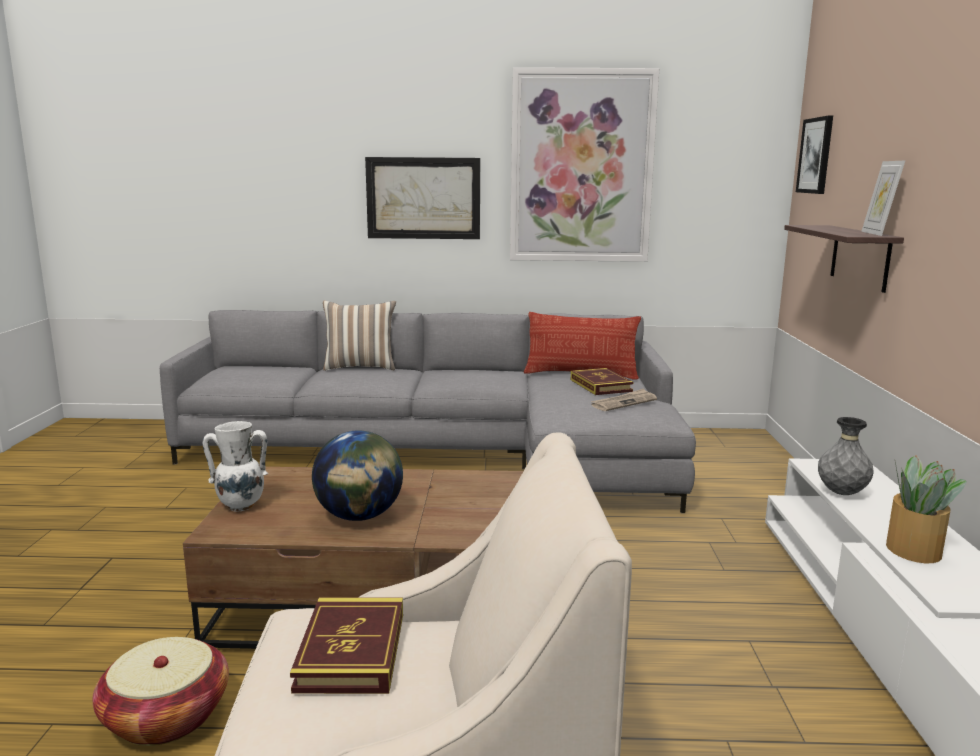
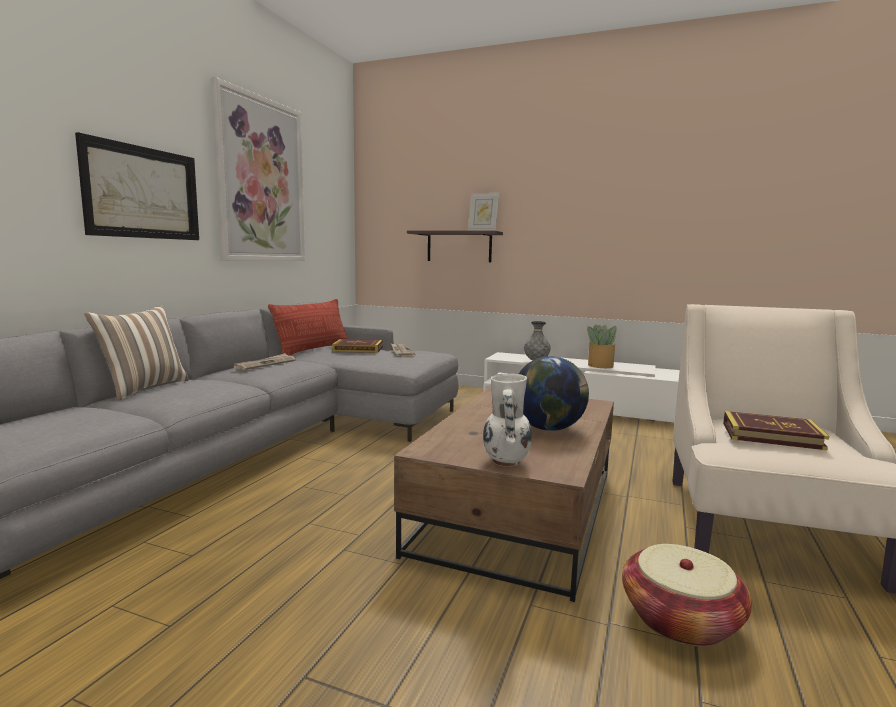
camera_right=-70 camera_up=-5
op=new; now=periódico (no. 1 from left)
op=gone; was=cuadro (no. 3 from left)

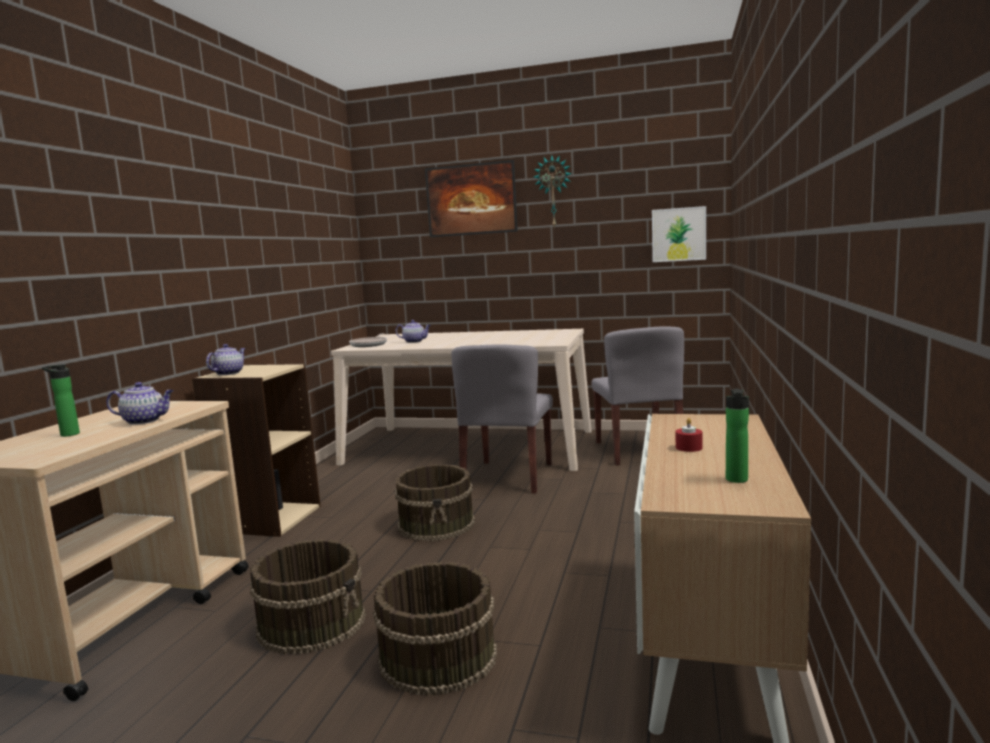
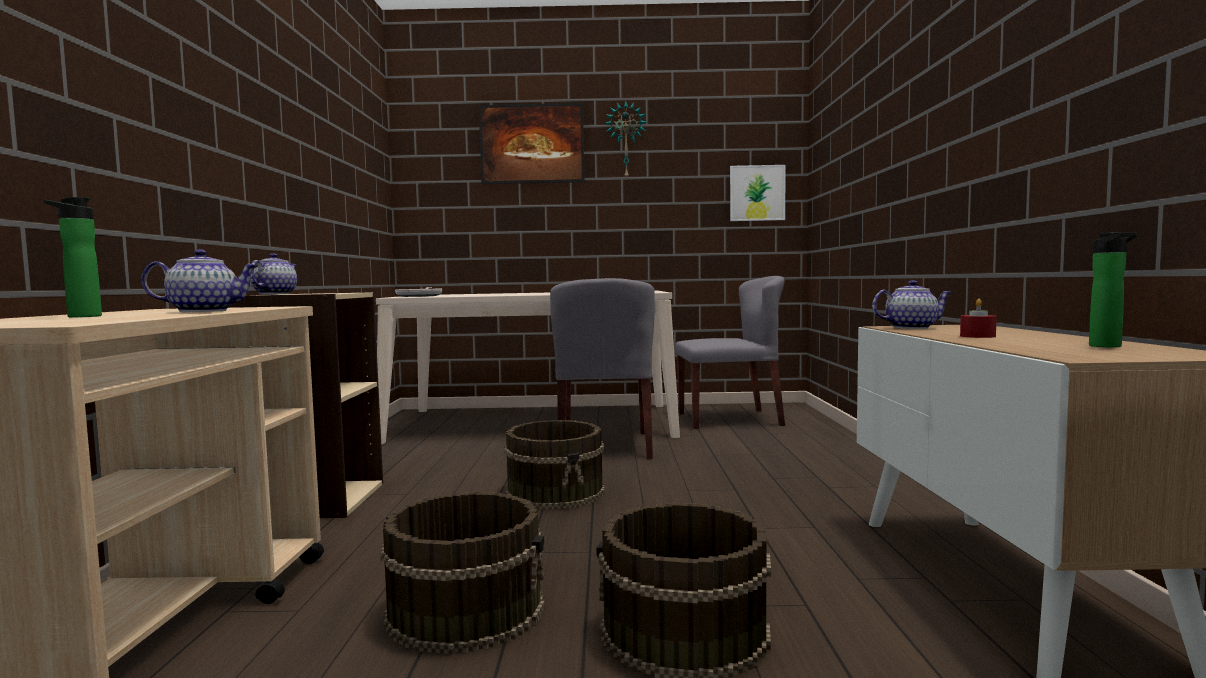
camera_right=-15 camera_up=-5
op=rotated; was=silla/gris (no. 2 from left); clockwise=-75
op=shifted; was=tetera (no. 3 from left)

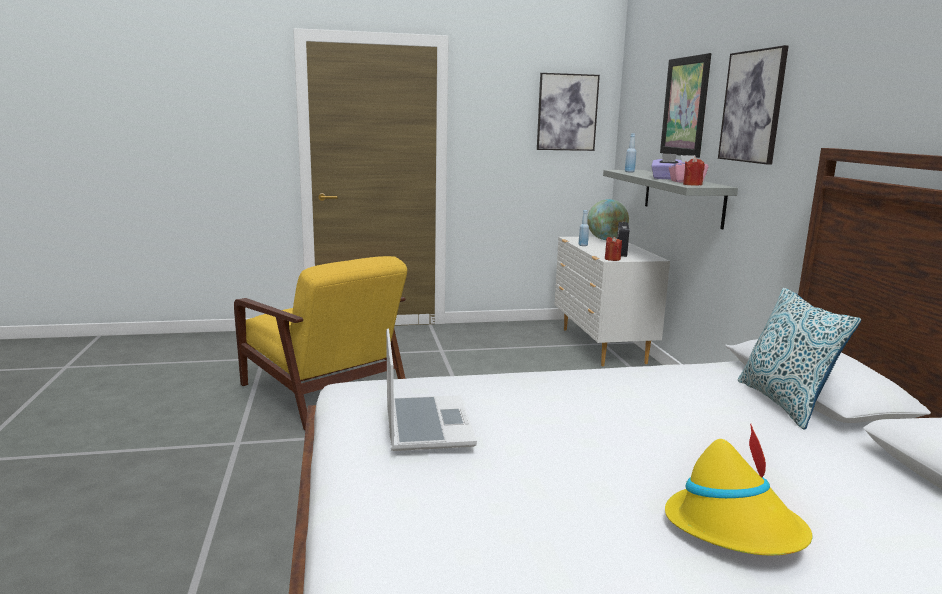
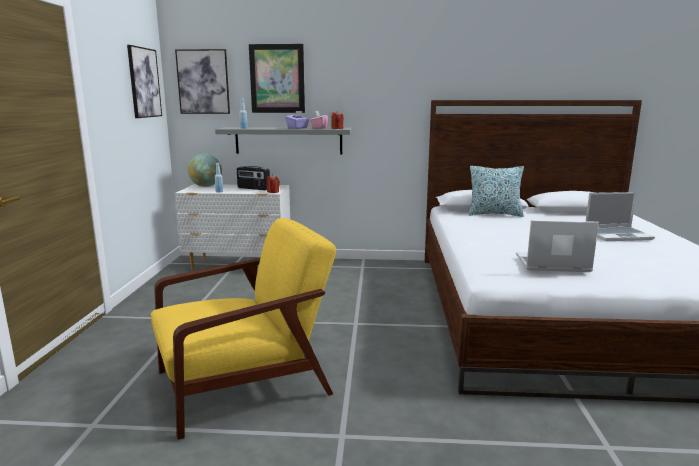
camera_right=-75 camera_up=0
op=shifted; was=cuadro (no. 3 from left in the first image); now=cuadro (no. 2 from left)
op=swapped; was=sombrero/amarillo; now=portátil (no. 2 from left)

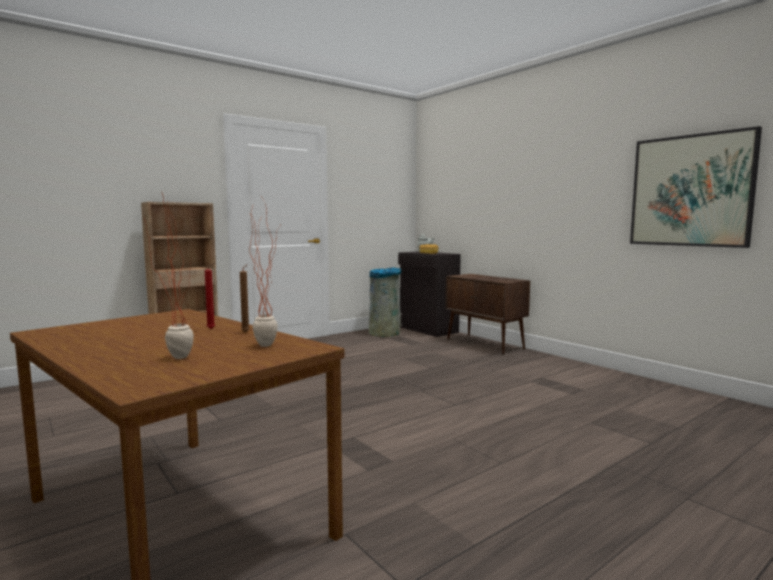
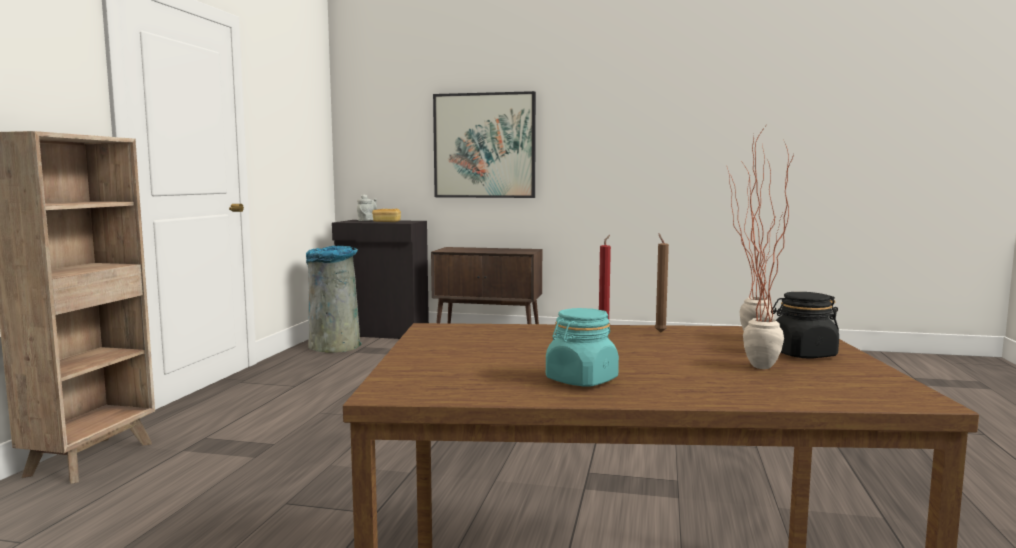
camera_right=-40 camera_up=0
op=shifted; was=cuadro
op=new; now=tarro/turquesa
op=new; now=tarro/negro

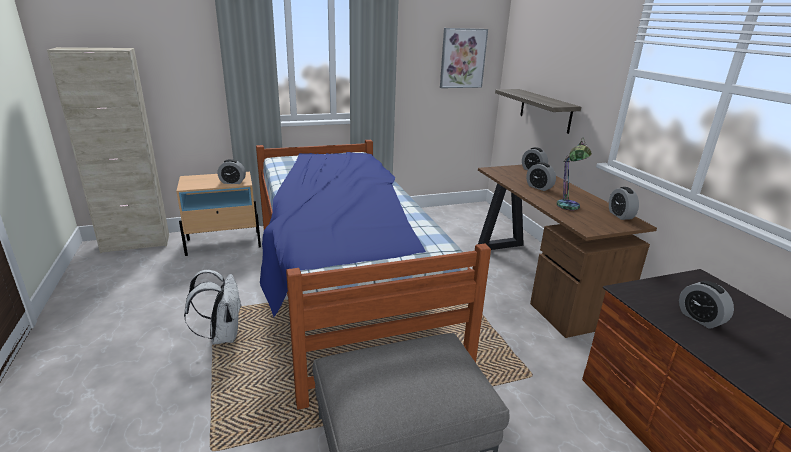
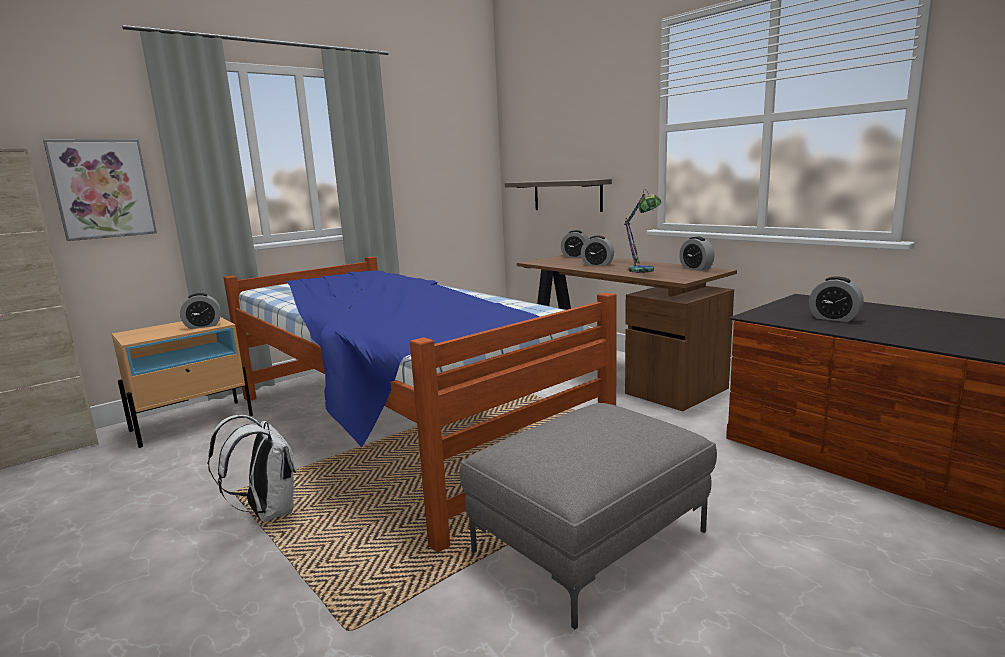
camera_right=-20 camera_up=-10
op=shifted; was=cuadro

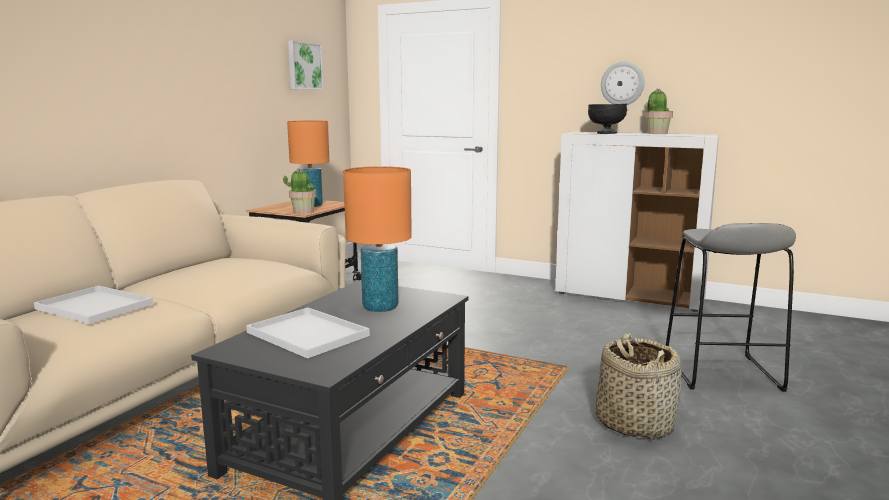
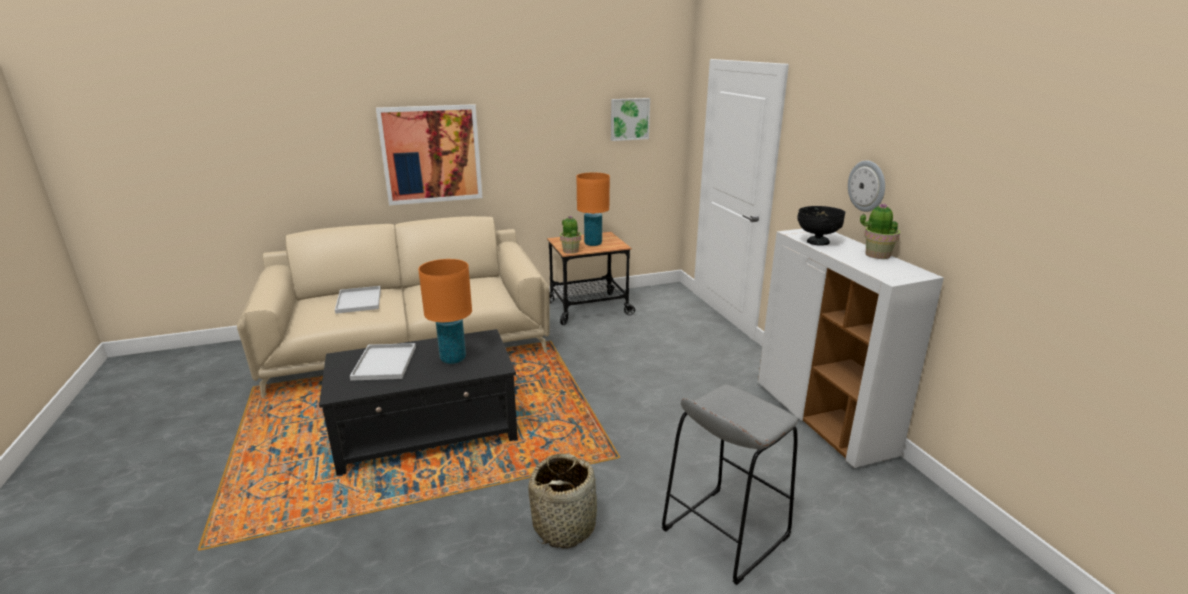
camera_right=45 camera_up=10
op=new; now=cuadro (no. 1 from left)

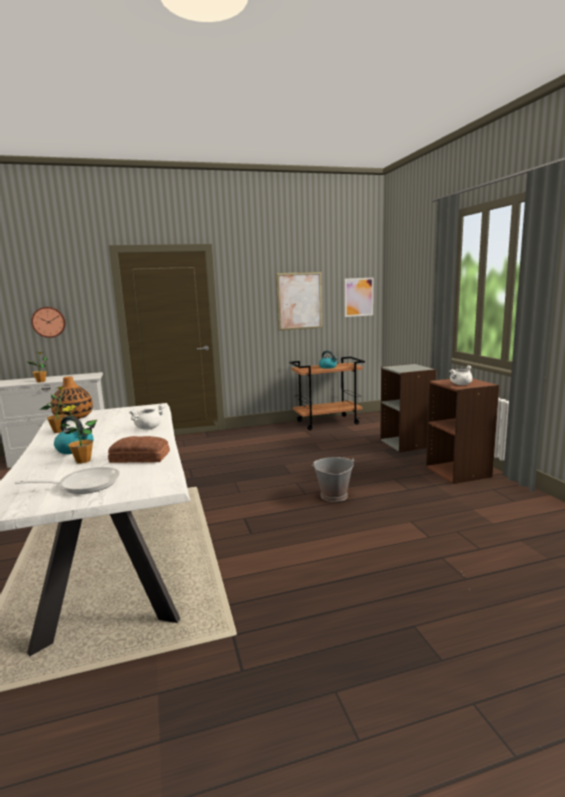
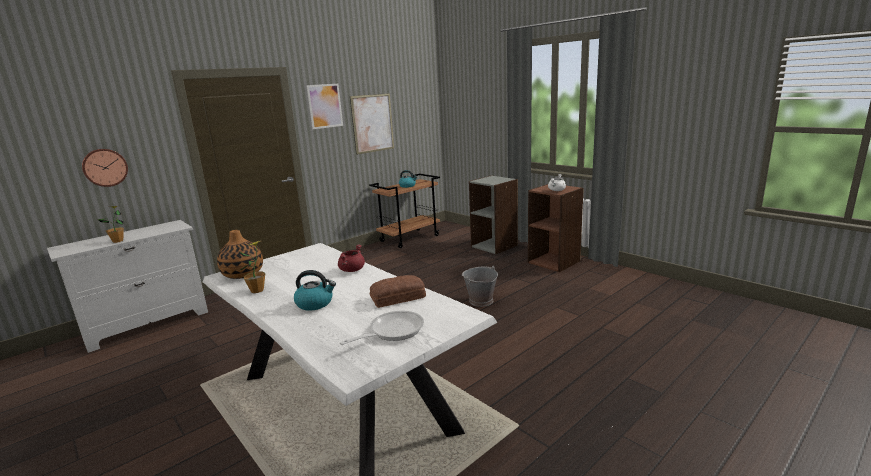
camera_right=-25 camera_up=5
op=shifted; was=cuadro (no. 2 from left in the first image); now=cuadro (no. 1 from left)
op=repainted; was=olla/blanco (no. 1 from left); now=olla/rojo
op=gone; was=planta en maceta (no. 3 from left)

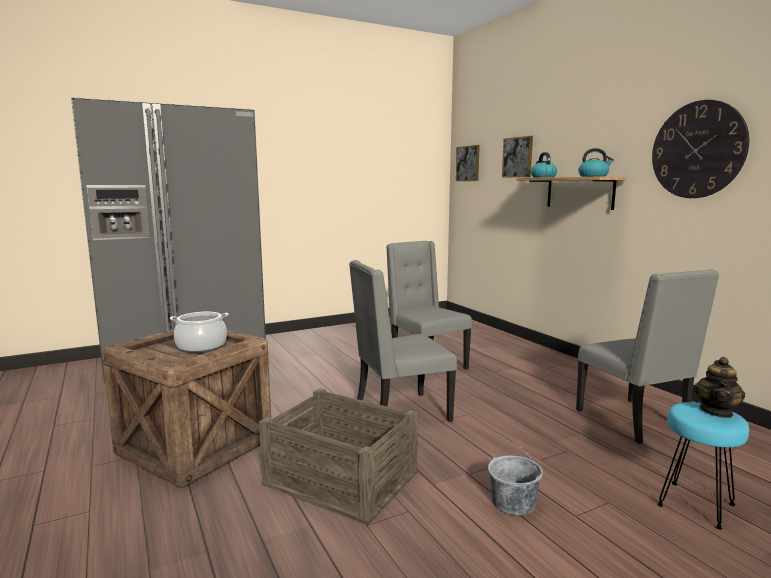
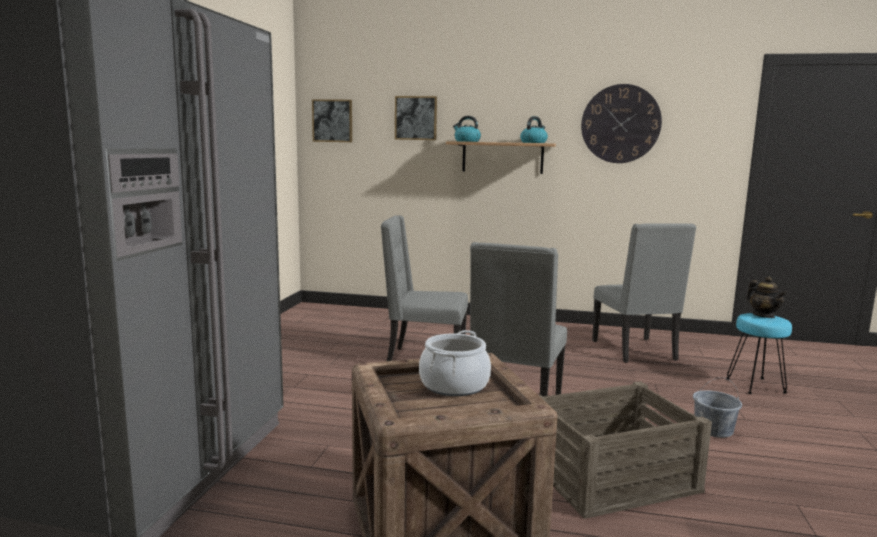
camera_right=-50 camera_up=0
op=rotated; was=silla/gris (no. 3 from left); clockwise=60

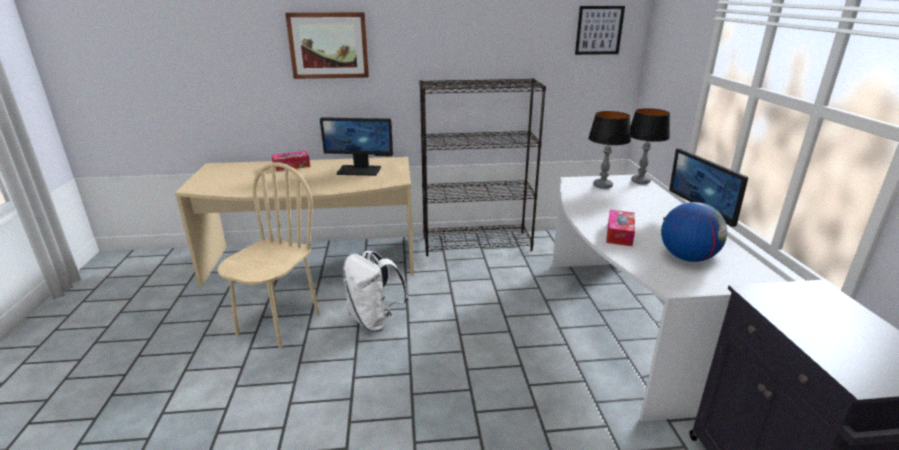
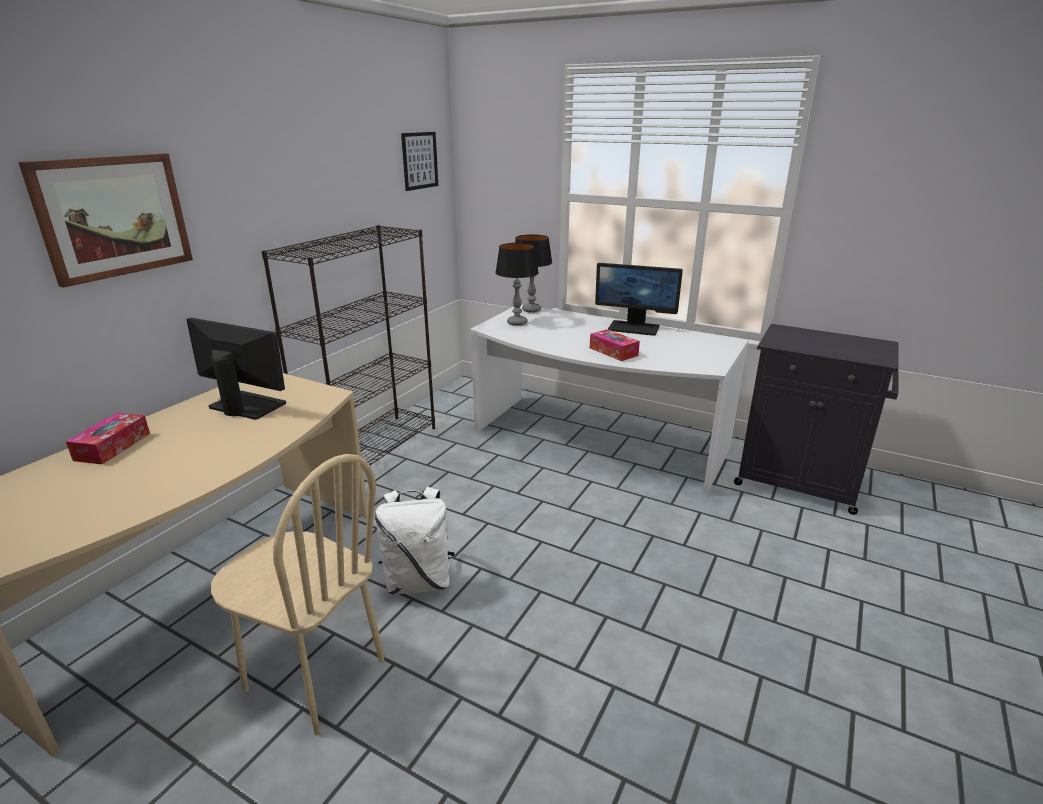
camera_right=-55 camera_up=0
op=rotated; was=monitor (no. 1 from left); clockwise=-105
op=rotated; was=silla/beis; clockwise=150
op=gone; was=globo terráqueo

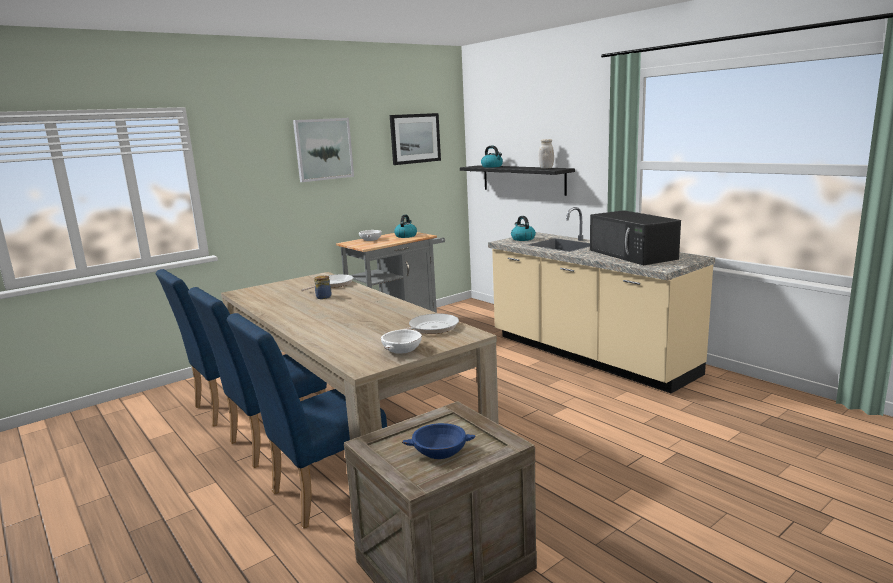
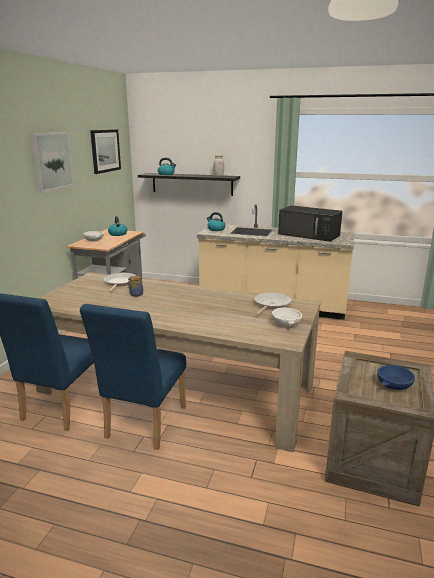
camera_right=-35 camera_up=5
op=gone; was=silla/azul (no. 3 from left)

